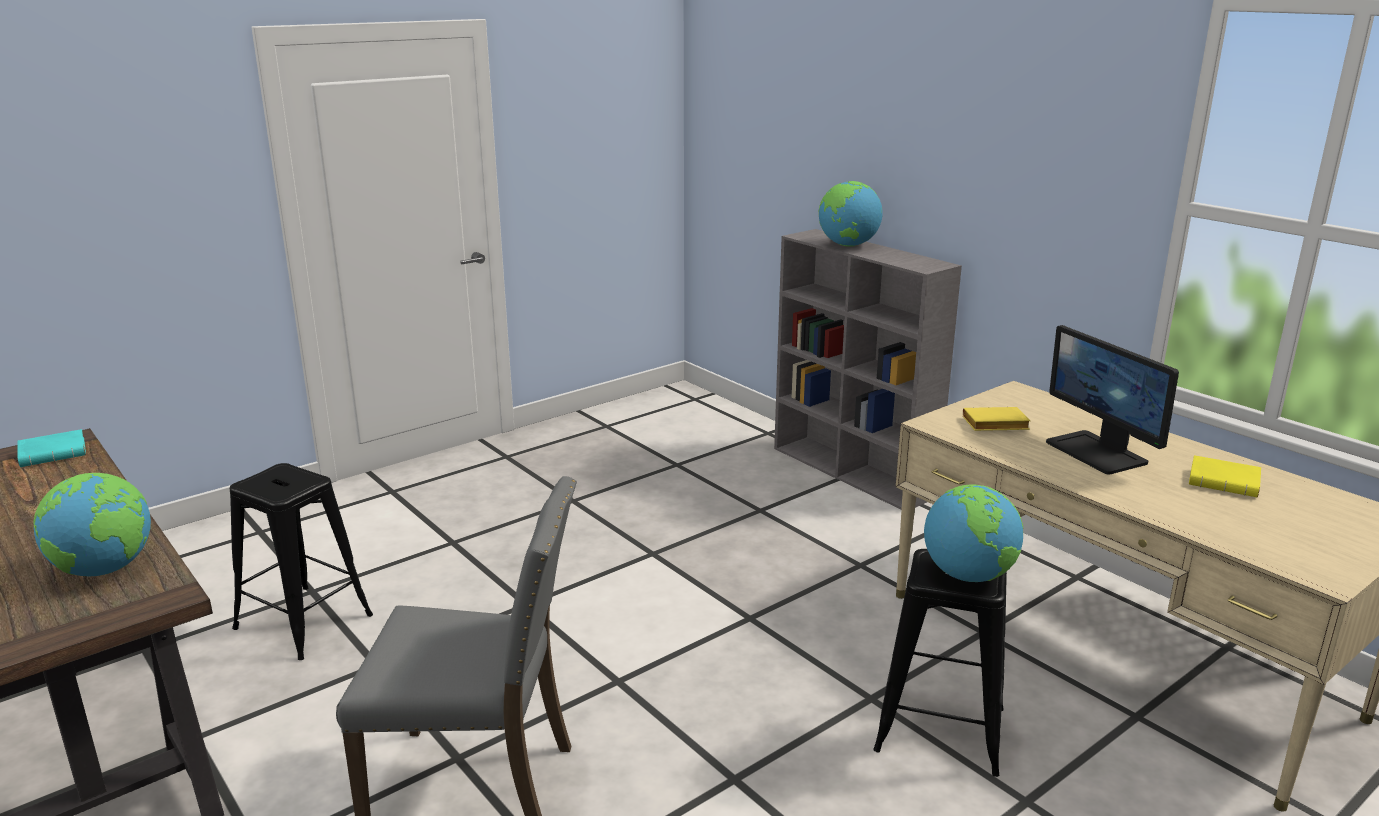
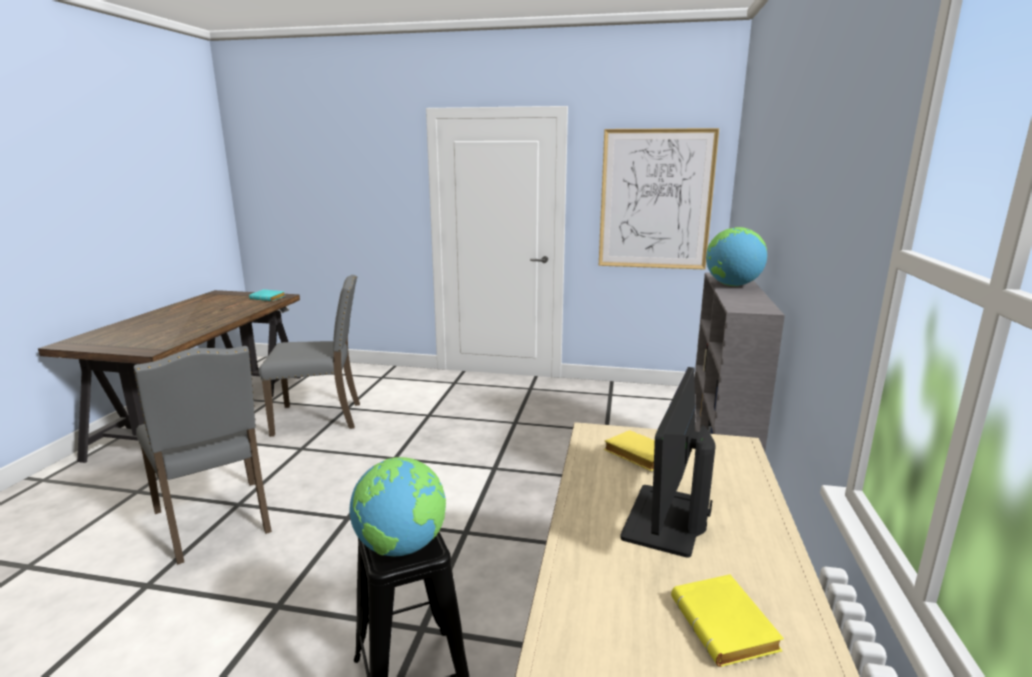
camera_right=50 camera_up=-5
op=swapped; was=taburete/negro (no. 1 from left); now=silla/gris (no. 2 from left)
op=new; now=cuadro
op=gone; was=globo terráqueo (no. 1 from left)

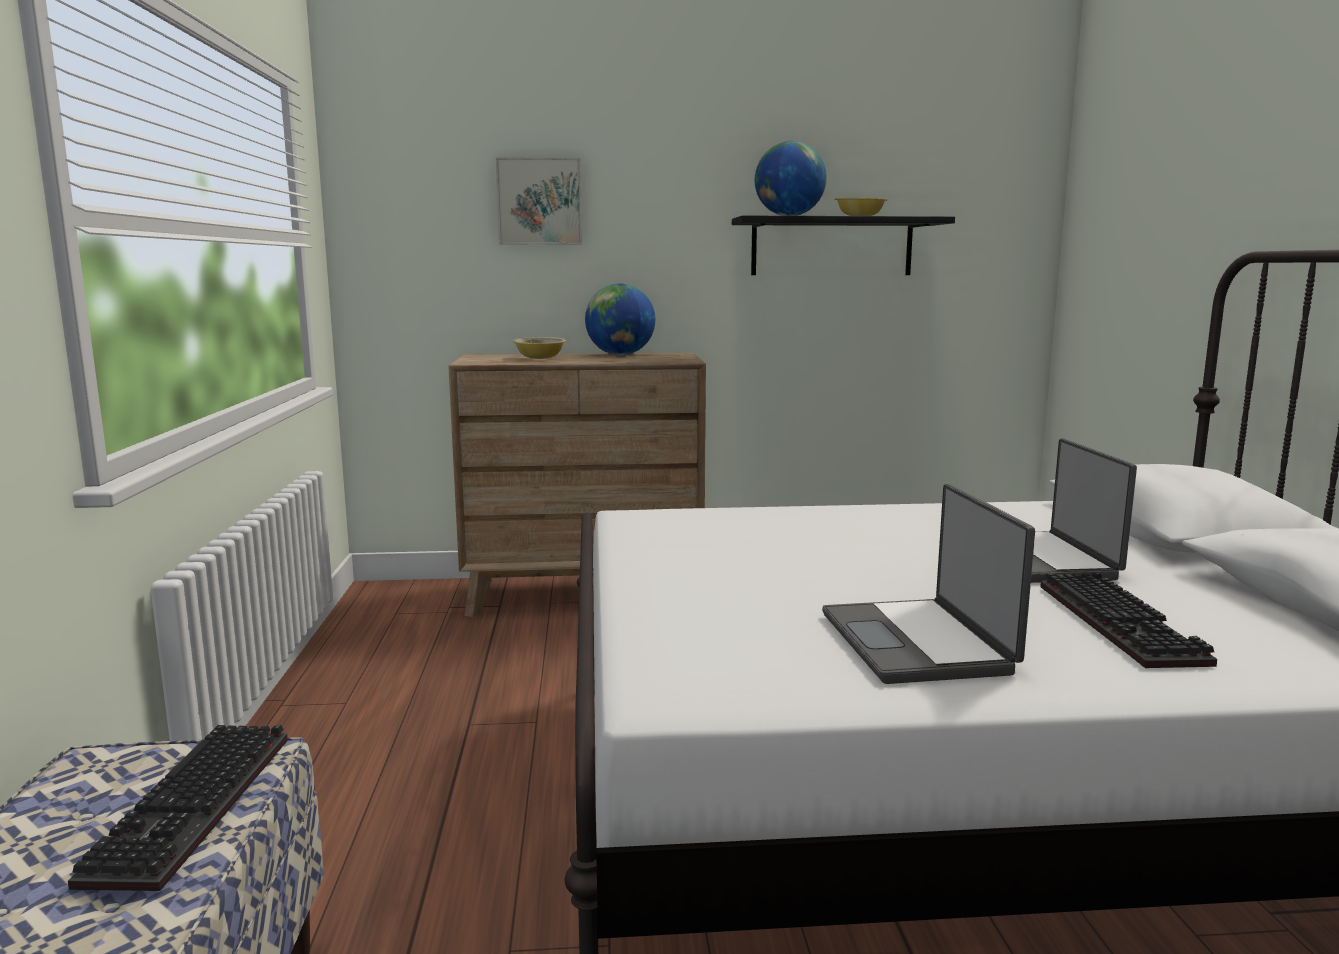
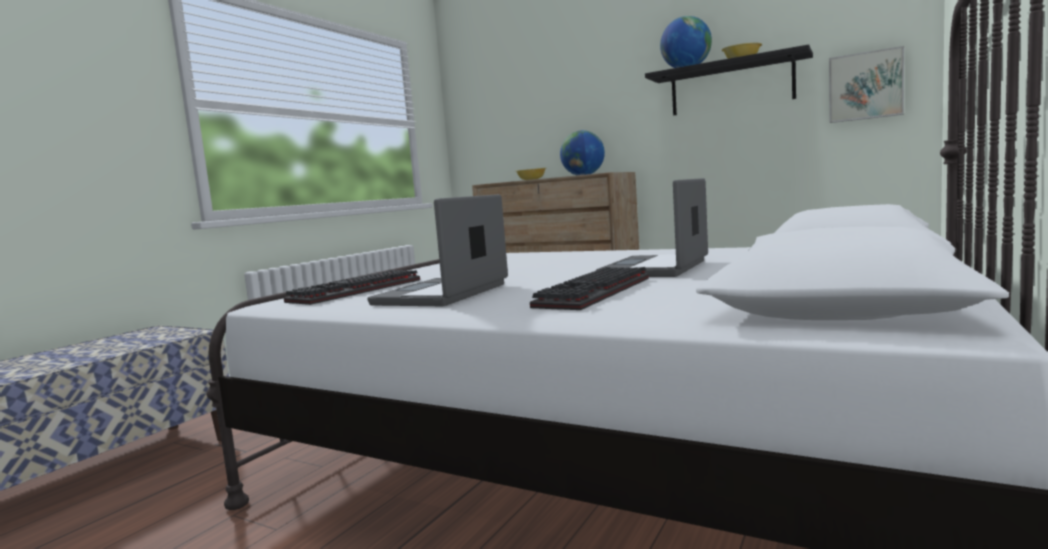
camera_right=35 camera_up=-5
op=shifted; was=teclado (no. 1 from left)
op=shifted; was=cuadro

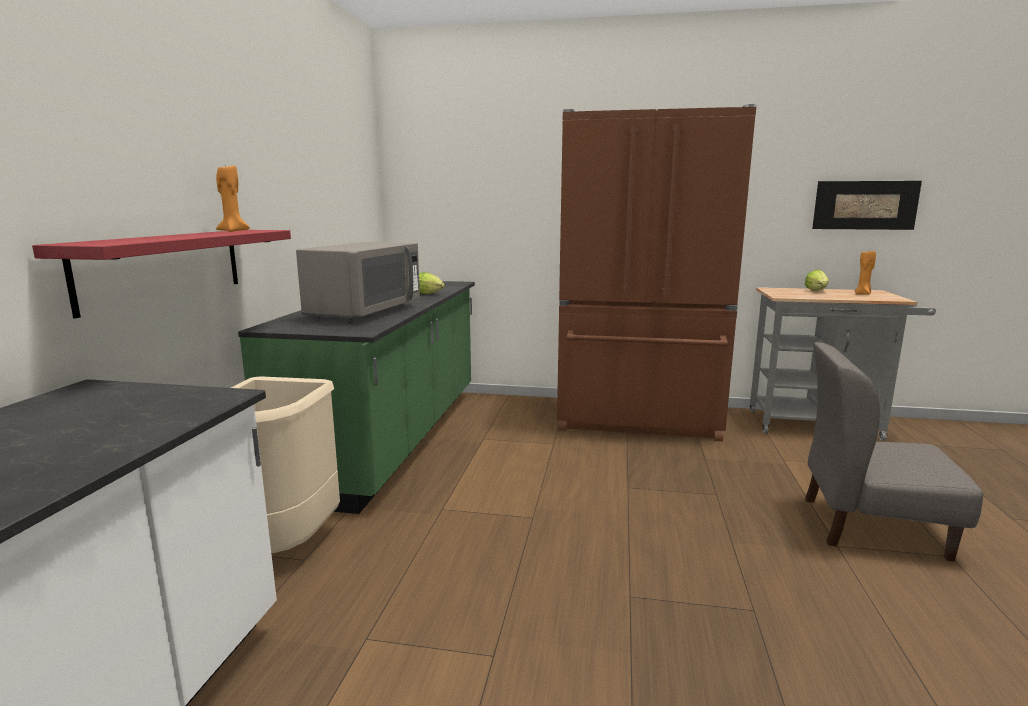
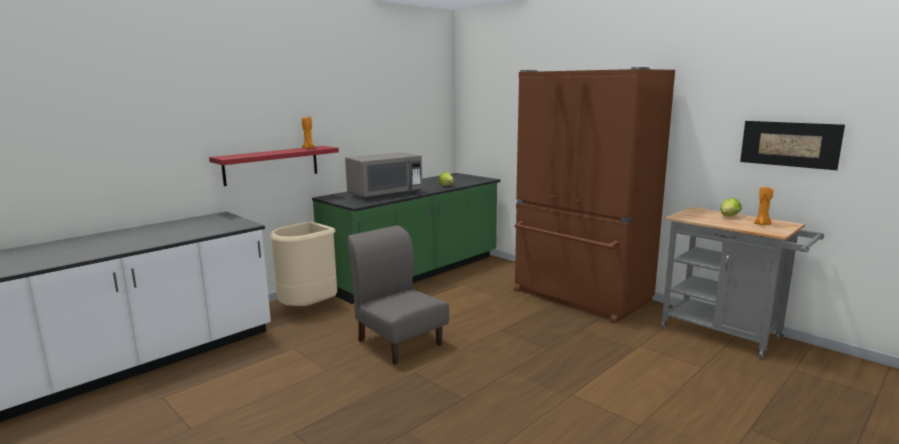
camera_right=35 camera_up=0
op=shifted; was=silla/gris

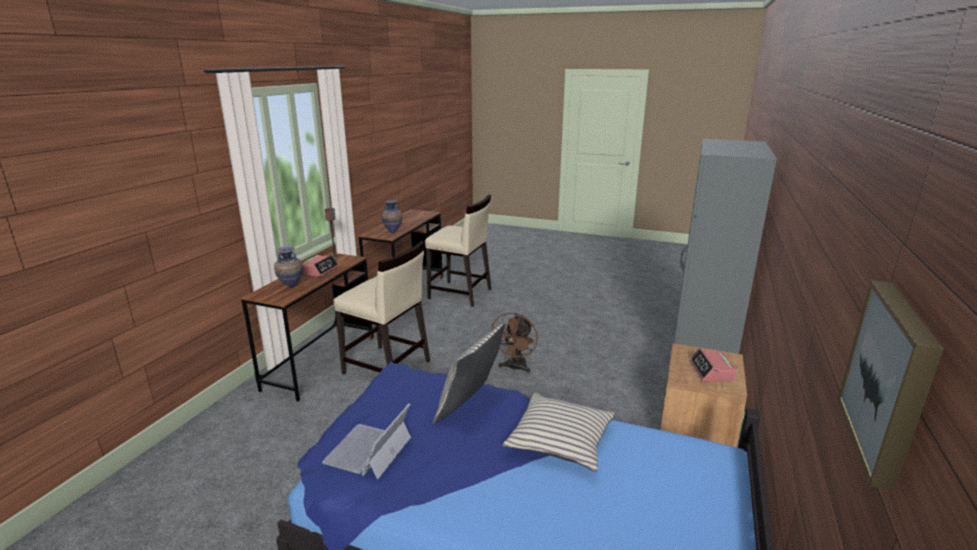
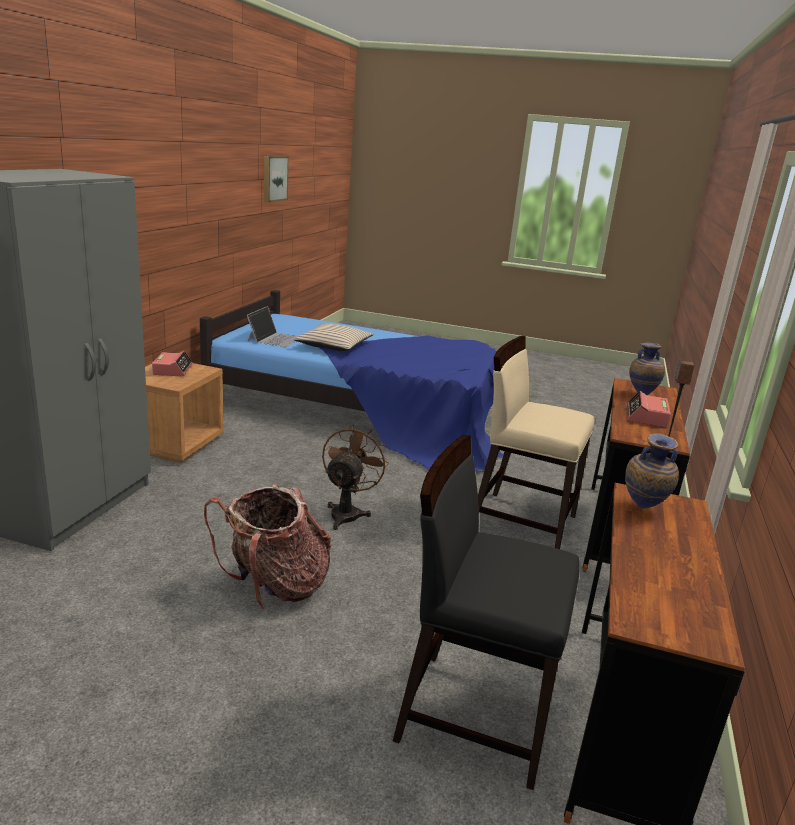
camera_right=175 camera_up=0
op=new; now=mochila
op=shifted; was=portátil
op=repainted; was=silla/beis (no. 2 from left); now=silla/negro
op=gone; was=cojín/beis (no. 1 from left)

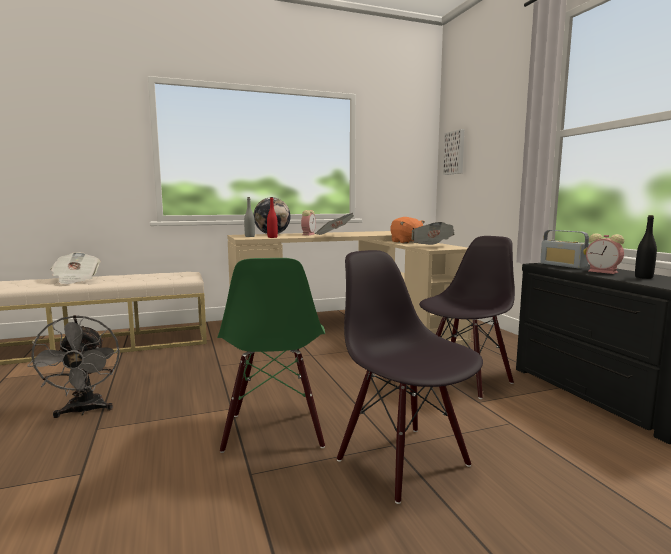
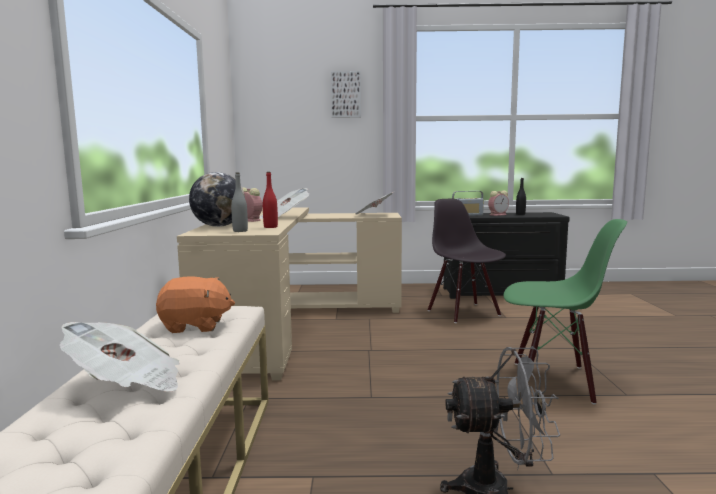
camera_right=-70 camera_up=0
op=shifted; was=peluche/naranja
op=shifted; was=cuadro
op=gone; was=silla/negro (no. 1 from left)

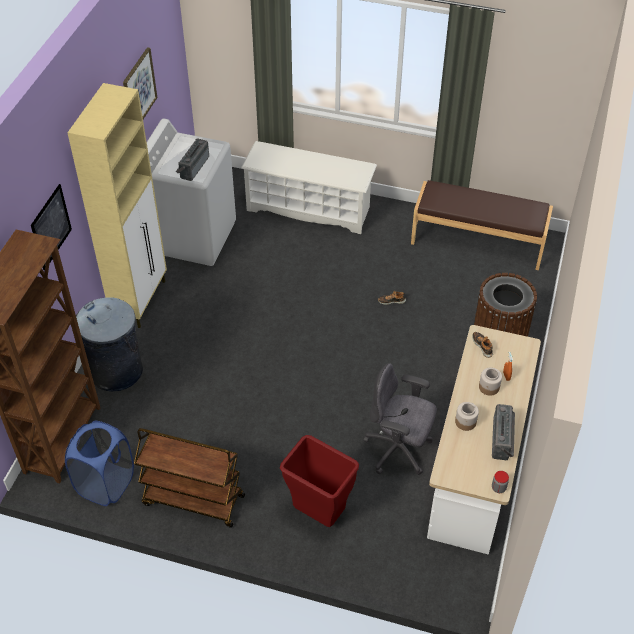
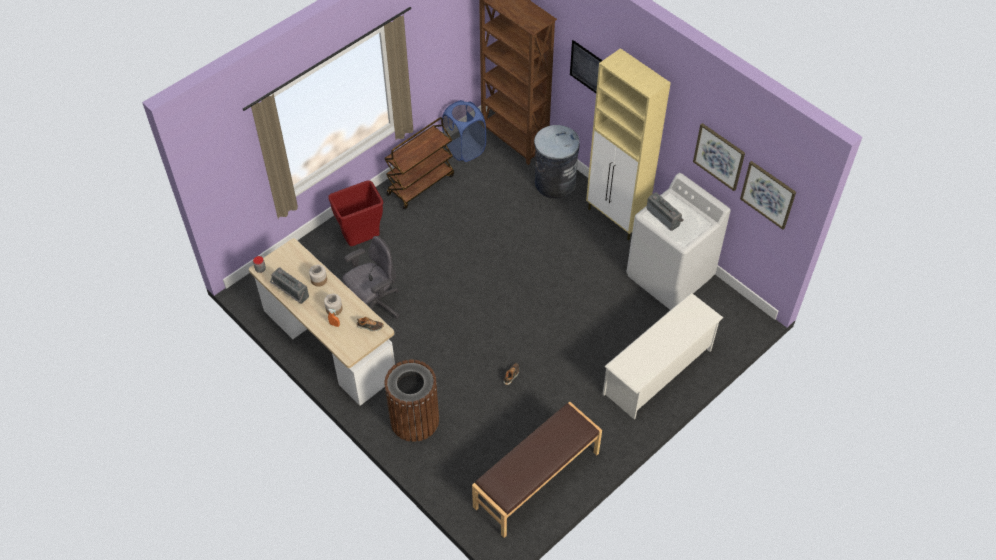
camera_right=120 camera_up=5
op=new; now=cuadro (no. 3 from left)

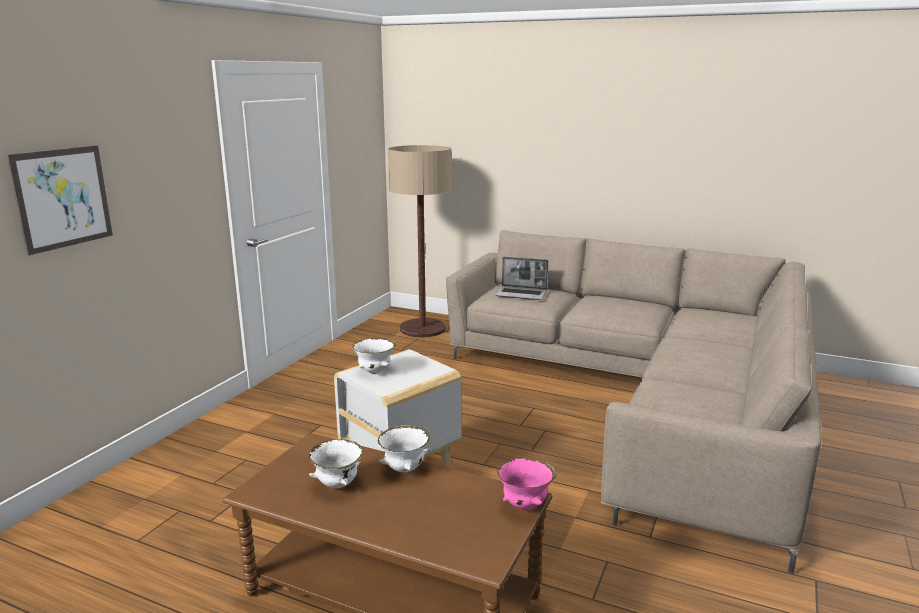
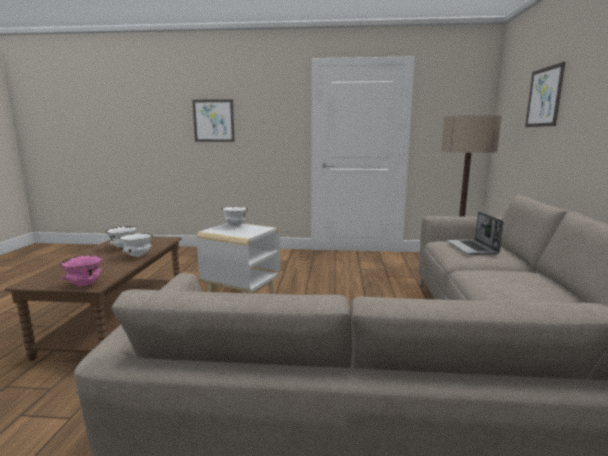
camera_right=70 camera_up=-5
op=new; now=cuadro (no. 2 from left)

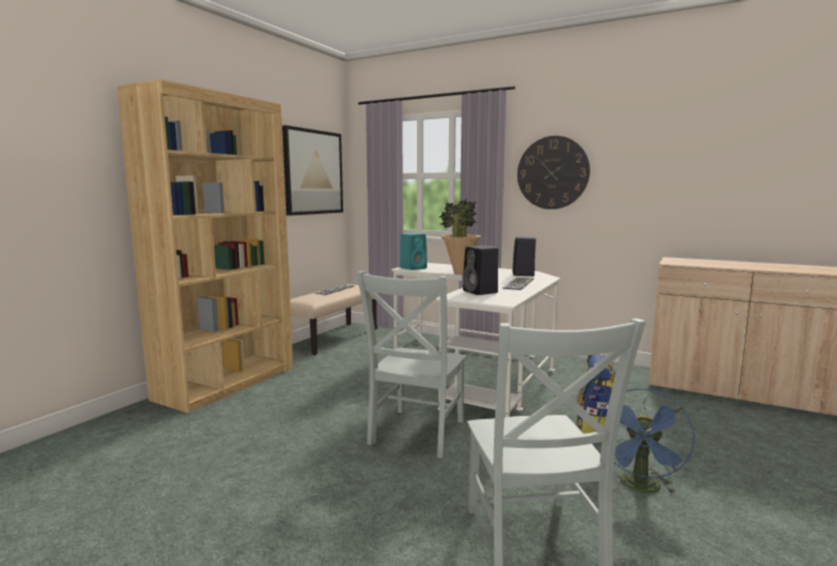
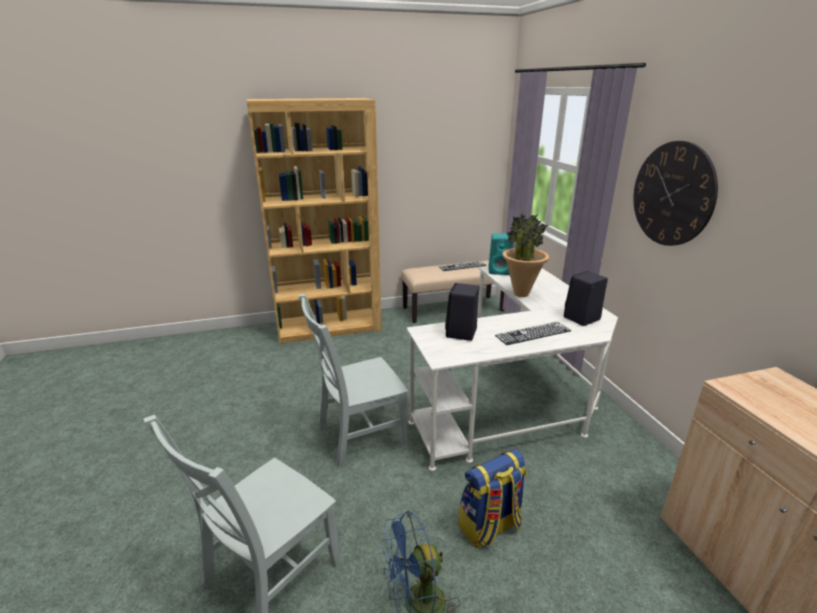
camera_right=45 camera_up=15
op=gone; was=cuadro

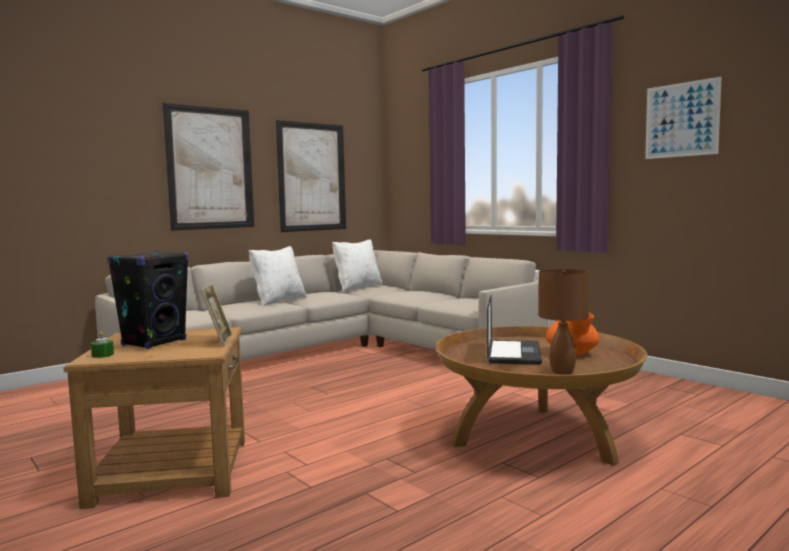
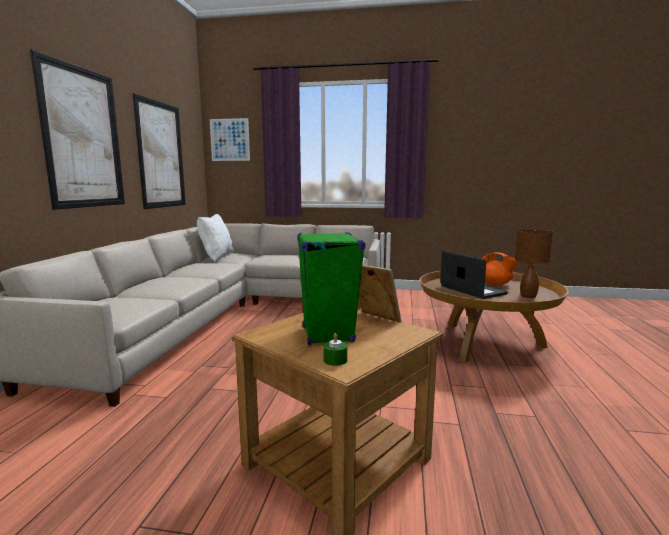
camera_right=-40 camera_up=5
op=shifted; was=cuadro (no. 3 from left)
op=repainted; was=altavoz/negro; now=altavoz/verde
op=gone; was=cojín/blanco (no. 1 from left)

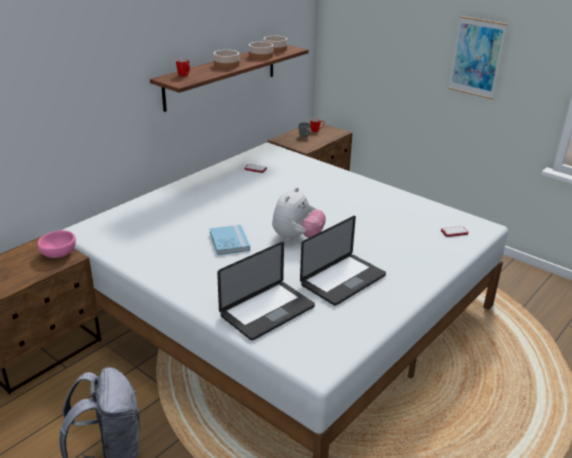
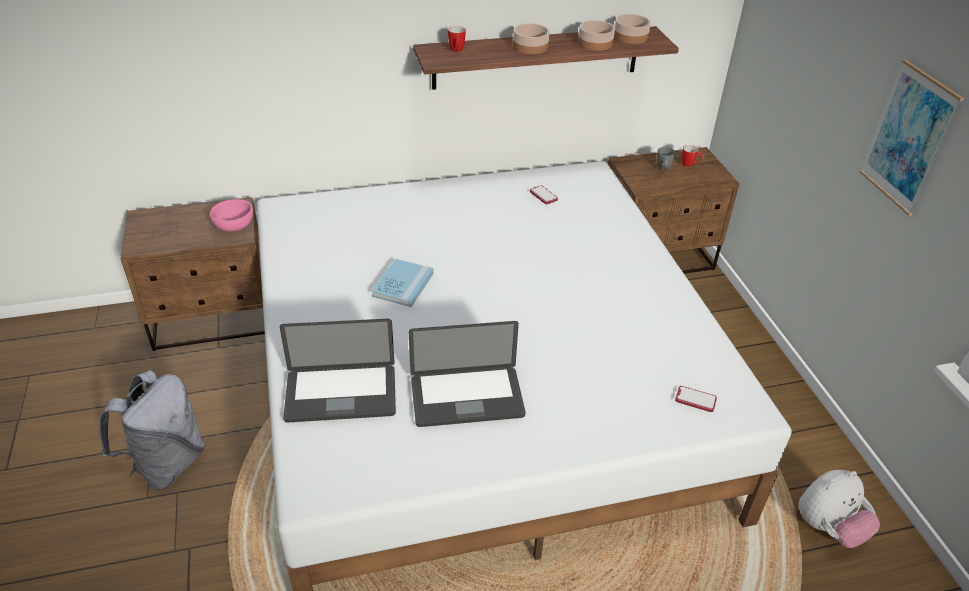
camera_right=35 camera_up=10
op=shifted; was=peluche

